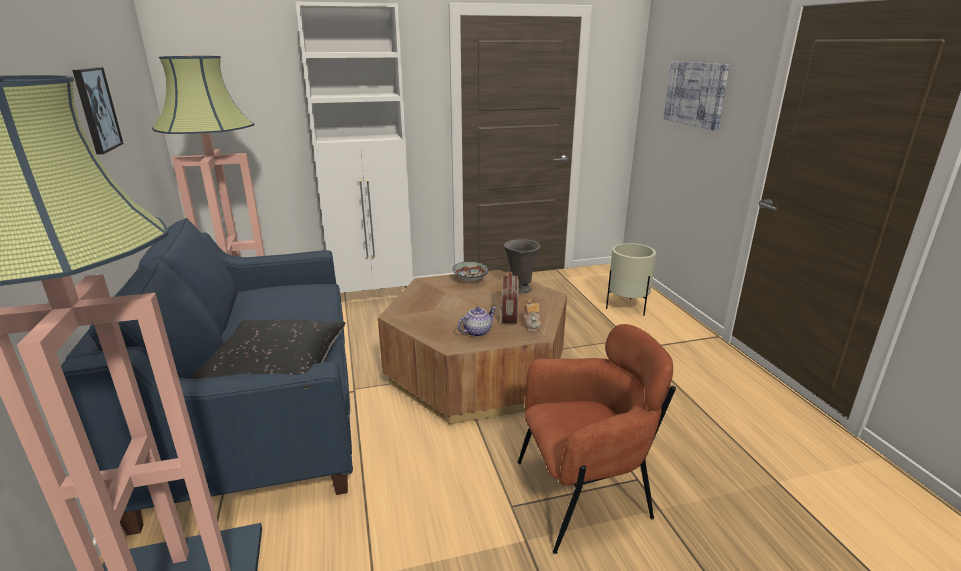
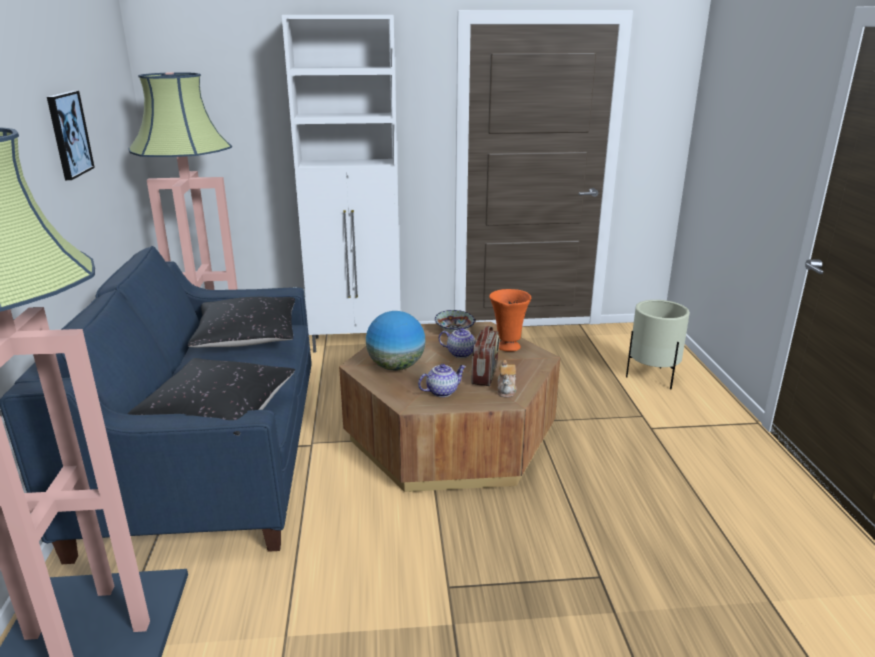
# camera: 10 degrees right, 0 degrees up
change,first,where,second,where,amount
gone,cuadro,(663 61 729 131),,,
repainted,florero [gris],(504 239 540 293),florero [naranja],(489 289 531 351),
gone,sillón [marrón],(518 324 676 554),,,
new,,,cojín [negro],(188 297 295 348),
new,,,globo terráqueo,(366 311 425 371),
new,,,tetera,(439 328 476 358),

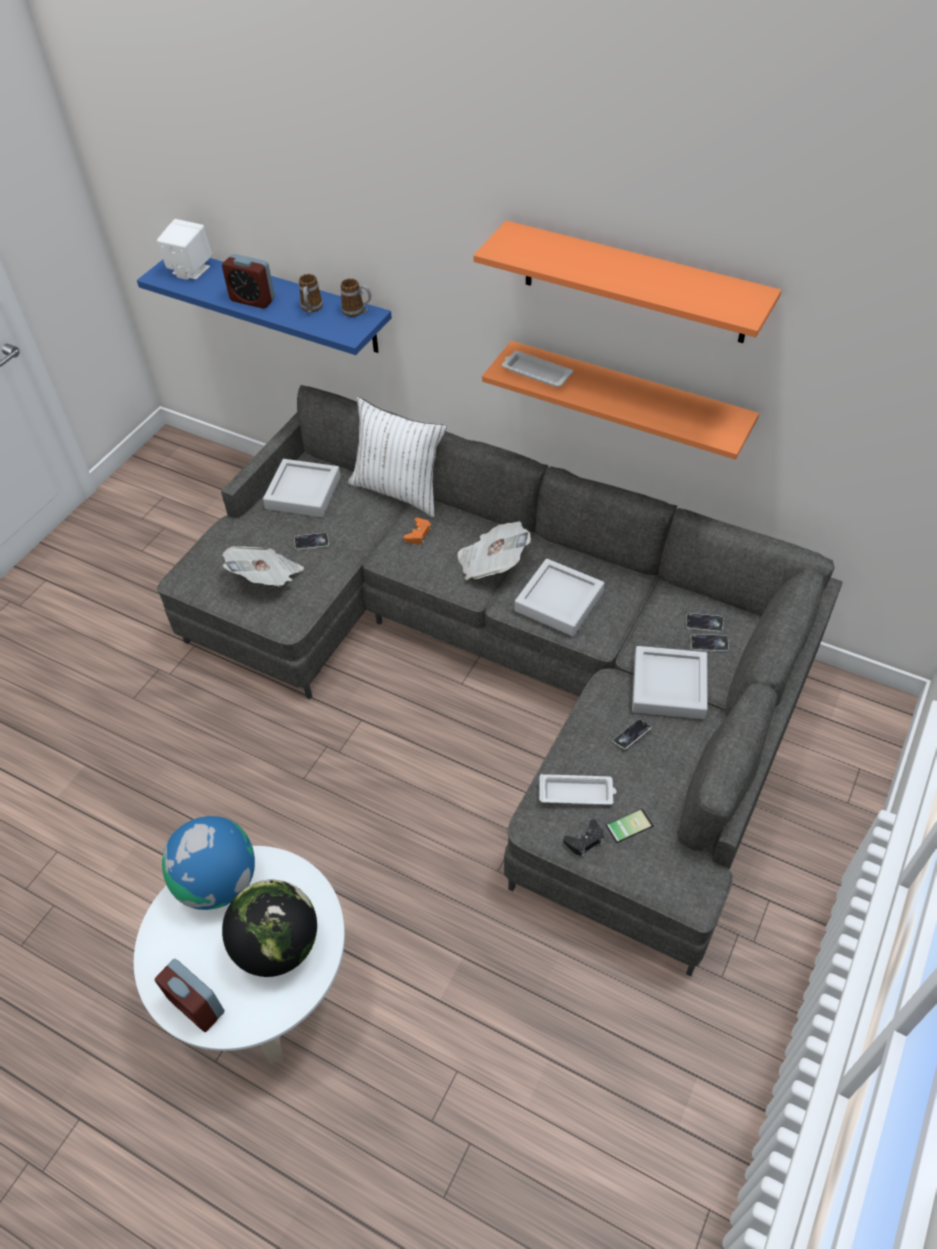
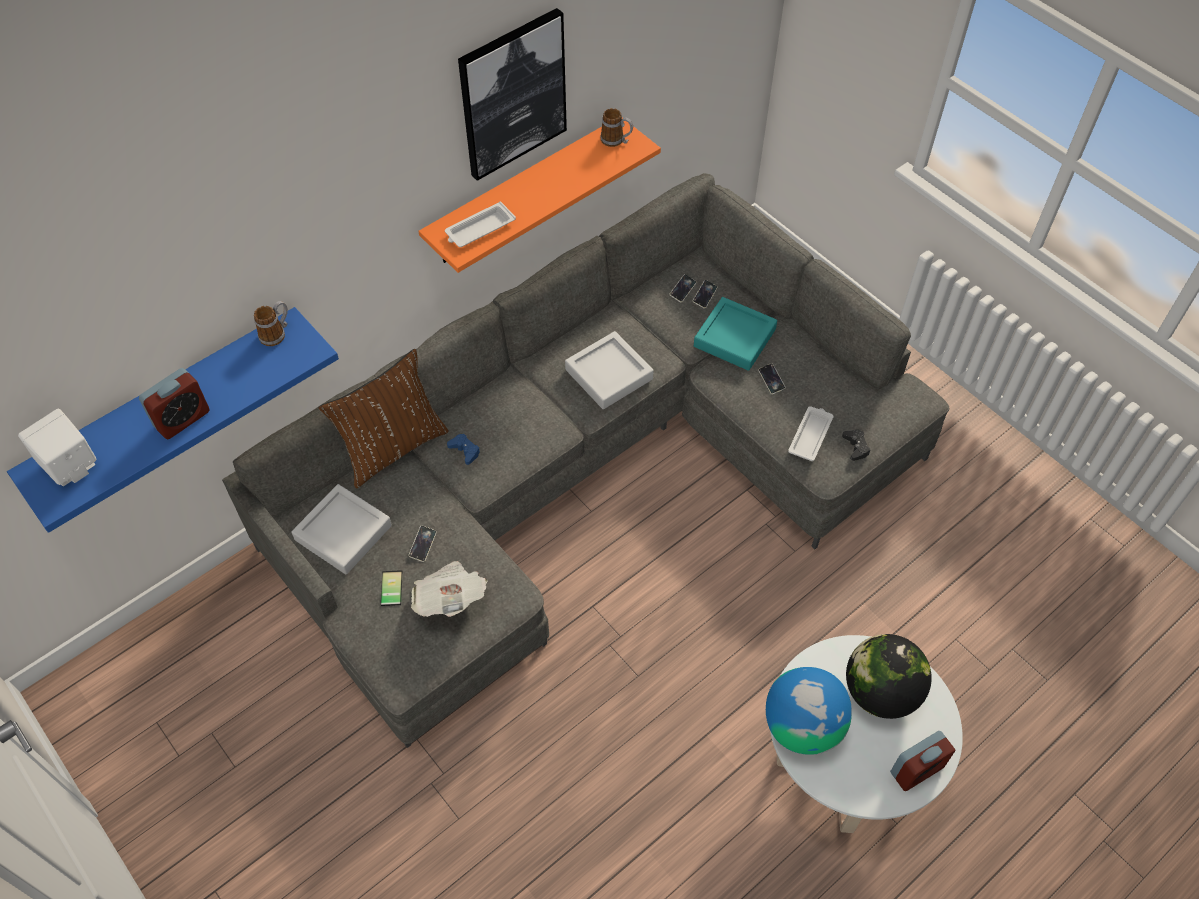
# camera: 70 degrees left, 5 degrees up
change,first,where,second,where,amount
swapped,estante [naranja],(473 221 782 343),cuadro,(458 8 567 181),
shifted,taza grande,(299 274 323 313),,(600 108 633 147),
repainted,cojín [blanco],(348 397 447 517),cojín [marrón],(319 349 449 489),
repainted,mando de consola [naranja],(404 517 432 544),mando de consola [azul],(447 434 480 465),
gone,periódico,(457 521 531 580),,,
repainted,bandeja [gris],(632 646 708 719),bandeja [turquesa],(694 297 777 371),
shifted,móvil,(606 809 653 843),,(381 570 402 606),

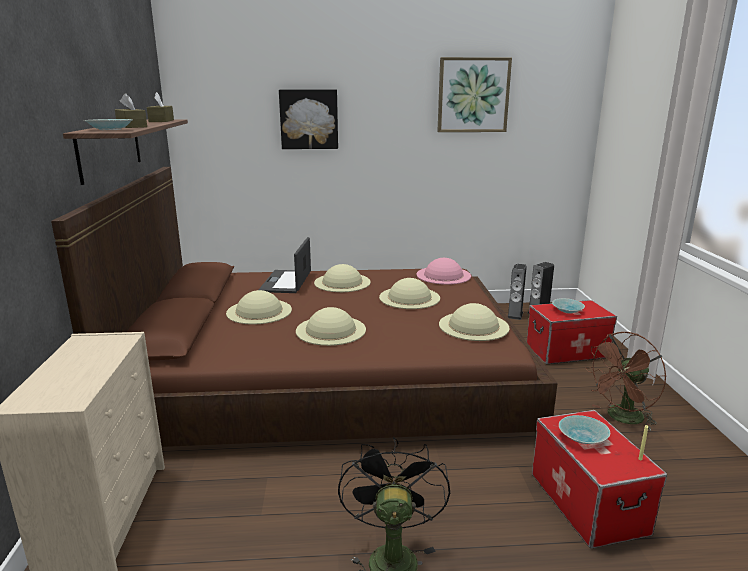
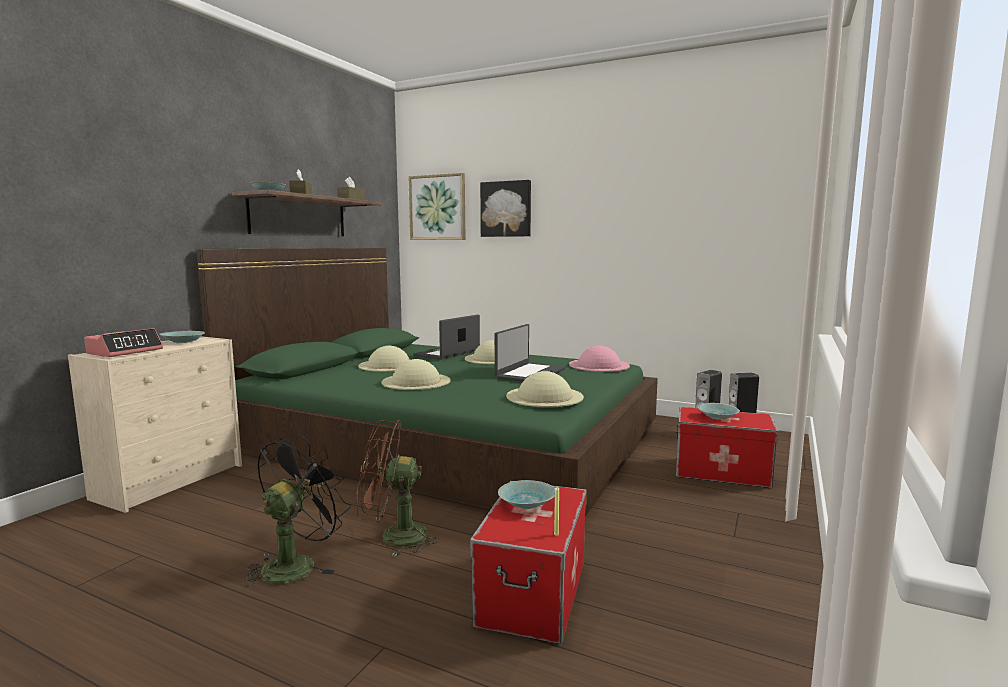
# camera: 30 degrees right, 10 degrees down
change,first,where,second,where,amount
shifted,cuadro,(437 57 512 132),,(409 173 465 240),
repainted,cama [marrón],(51 167 558 447),cama [verde],(196 248 658 516),
swapped,sombrero [beis],(379 278 440 309),portátil,(495 324 565 382),
shifted,ventilador [marrón],(586 332 666 431),,(357 420 440 557),
new,,,despertador,(84 328 163 357),
new,,,cuenco [turquesa],(159 331 205 343),

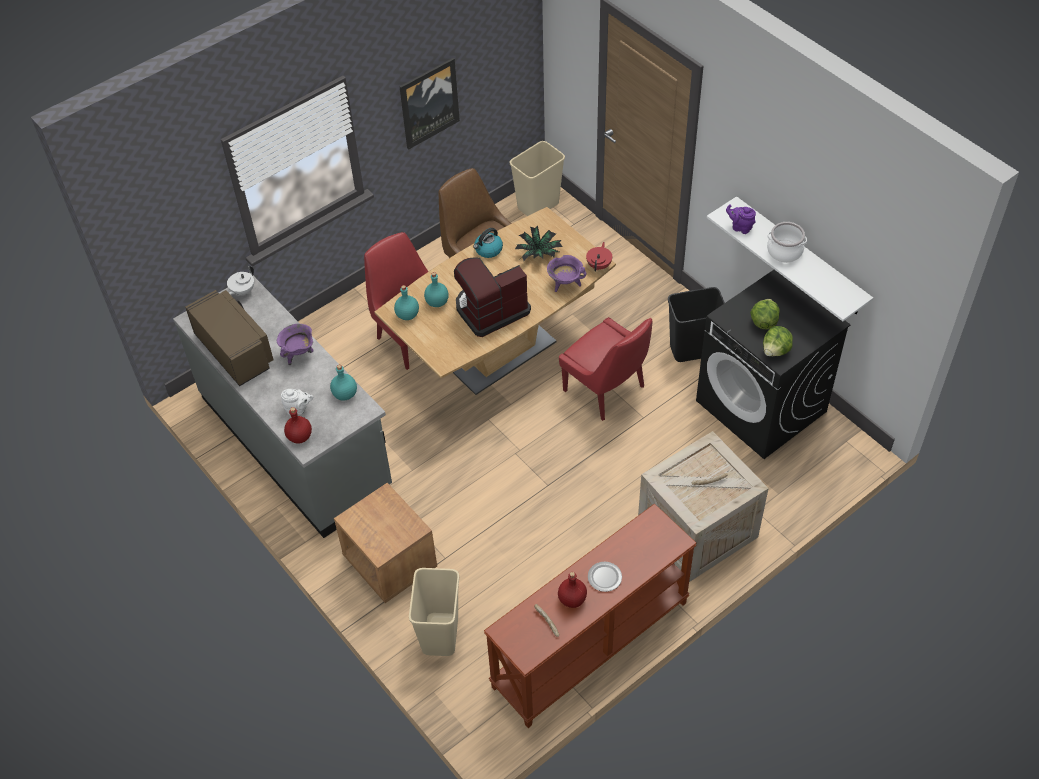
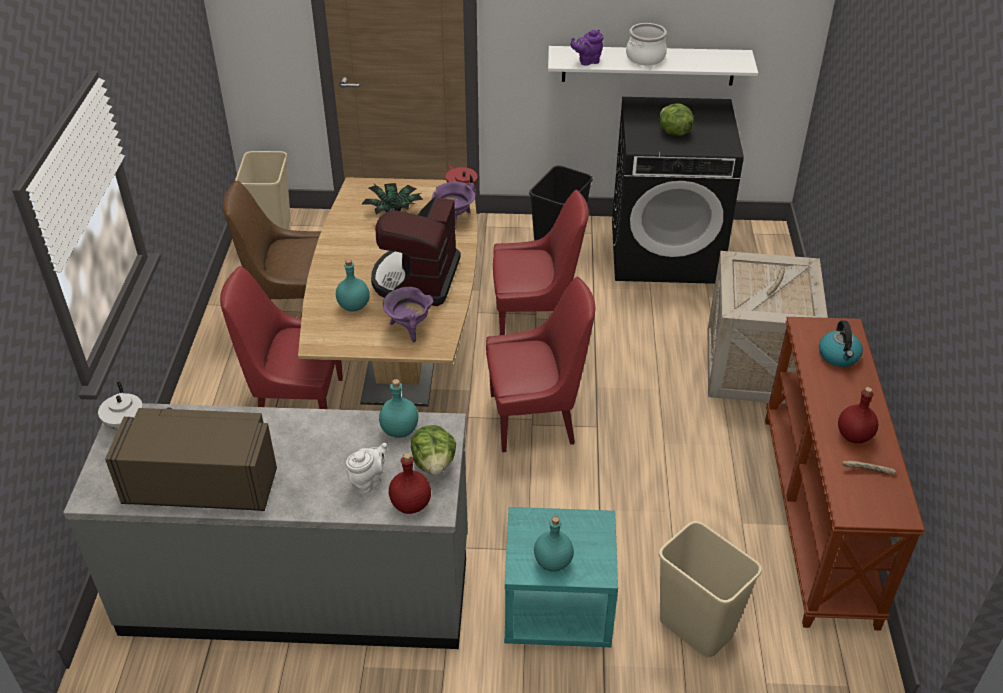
# camera: 50 degrees left, 10 degrees down
change,first,where,second,where,amount
gone,cuadro,(399 58 460 150),,,
shifted,hervidor,(473 228 503 258),,(819 321 863 367),
shifted,botella [turquesa],(394 285 419 320),,(534 516 574 572),
shifted,olla [morado],(277 324 314 365),,(383 287 433 342),
shifted,lechuga,(763 326 793 356),,(411 425 456 475),
repainted,mesita de noche [marrón],(334 483 437 603),mesita de noche [turquesa],(504 507 618 647),
gone,plato,(588 562 622 592),,,
new,,,silla [rojo],(486 277 595 452),

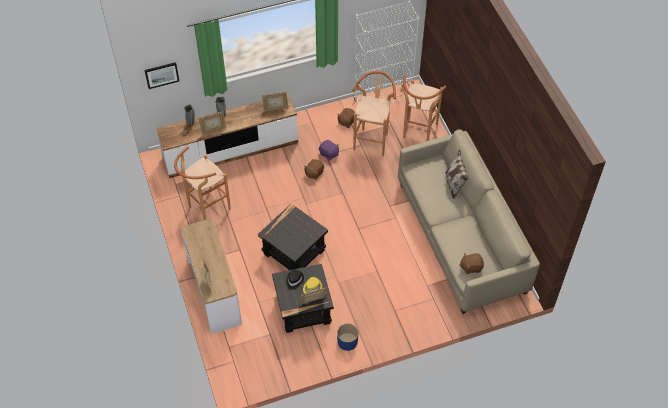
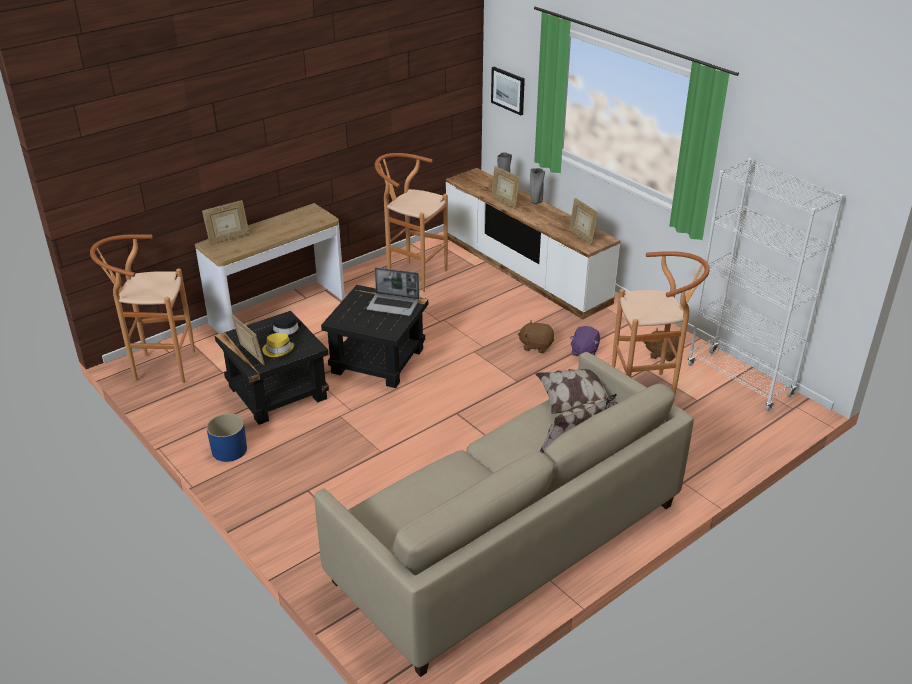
# camera: 70 degrees right, 20 degrees down
change,first,where,second,where,amount
shifted,taburete [marrón],(403 76 446 141),,(90 234 195 383),
gone,peluche [marrón],(459 253 484 274),,,
new,,,portátil,(366 267 419 316),
new,,,cojín,(535 369 618 414),

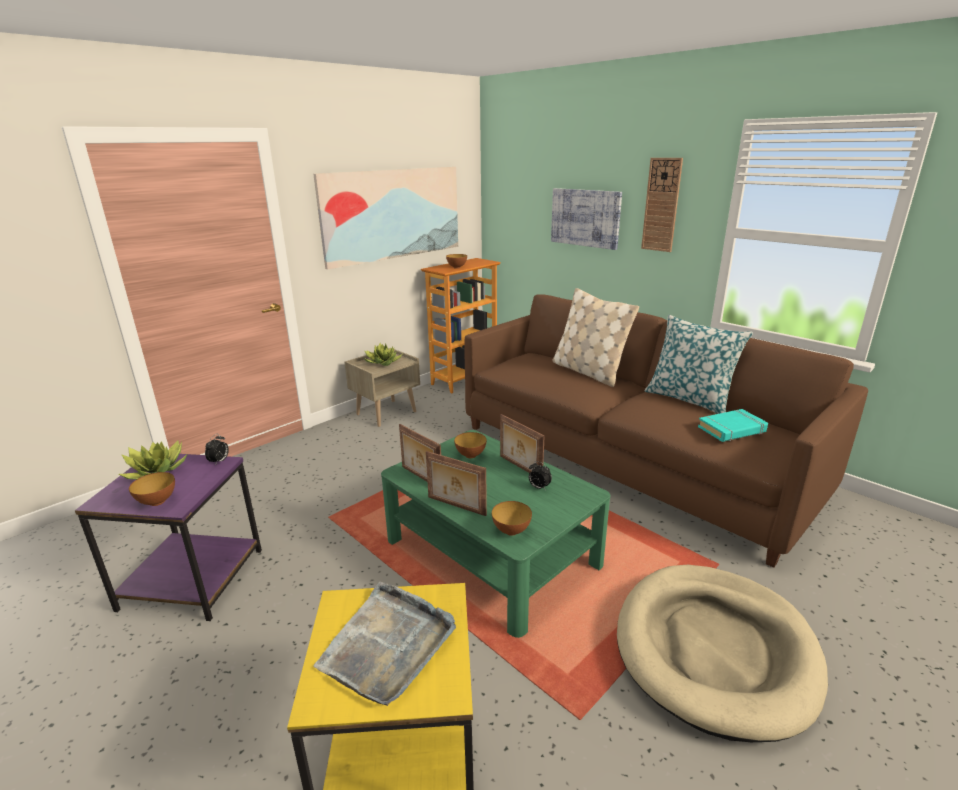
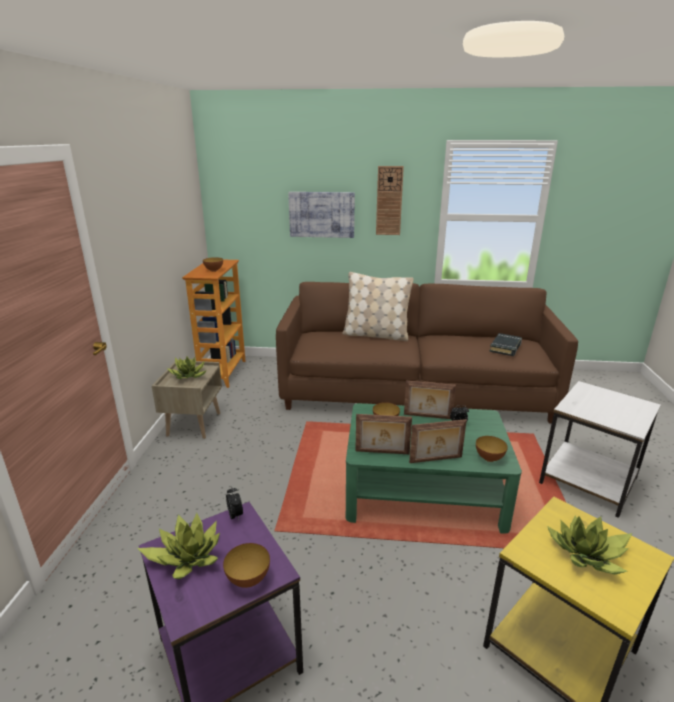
# camera: 40 degrees left, 0 degrees up
change,first,where,second,where,amount
gone,cuadro,(313 167 458 269),,,
gone,cojín,(645 315 753 414),,,
repainted,libro [turquesa],(698 409 768 442),libro [negro],(489 333 522 356),
swapped,cama para perro [beis],(617 565 828 742),mesa auxiliar [blanco],(539 381 661 518),
swapped,bandeja [gris],(313 582 456 706),planta en maceta,(547 516 632 574),

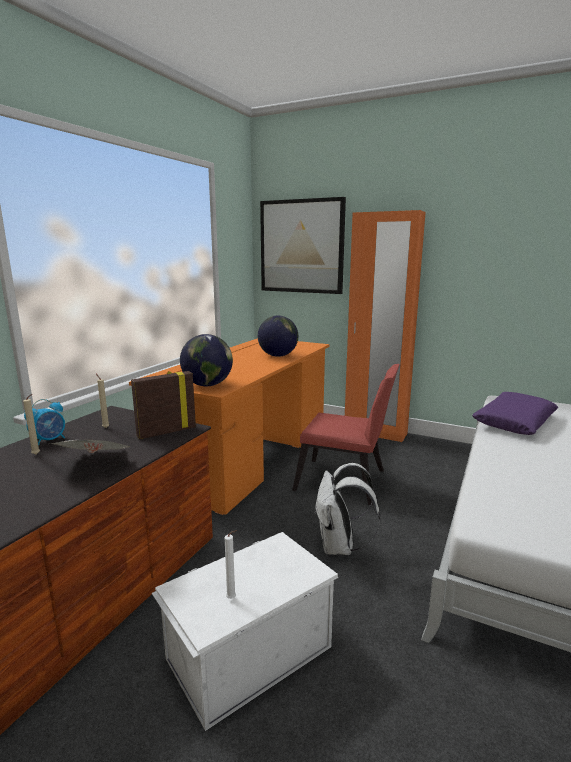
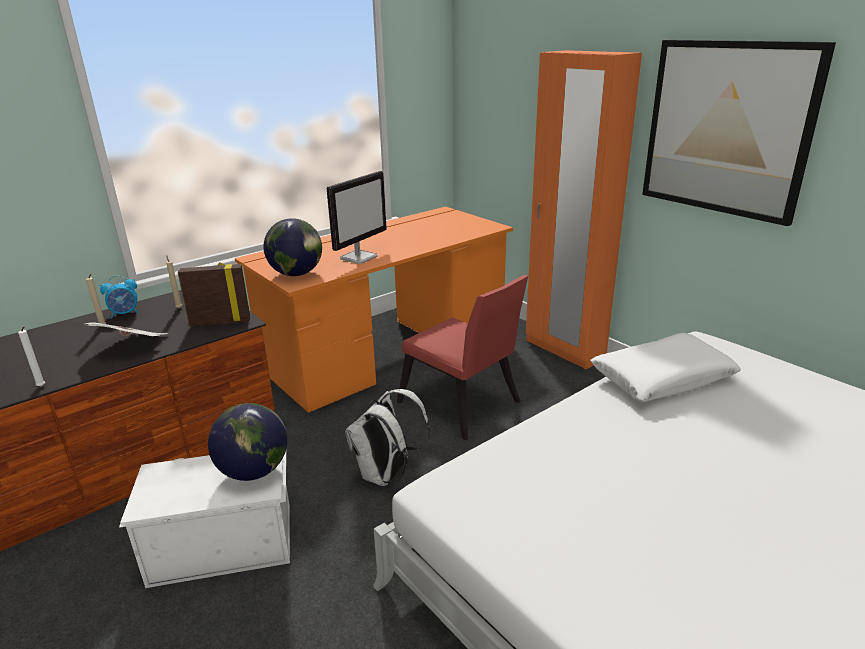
# camera: 25 degrees right, 10 degrees up
change,first,where,second,where,amount
shifted,cuadro,(260 197 346 294),,(642 40 836 226),
shifted,globo terráqueo,(258 315 298 357),,(208 403 287 481),
repainted,cojín [morado],(472 392 558 435),cojín [blanco],(591 333 741 402),
shifted,vela [blanco],(225 530 237 599),,(18 327 45 387),
new,,,monitor,(327 171 387 264),

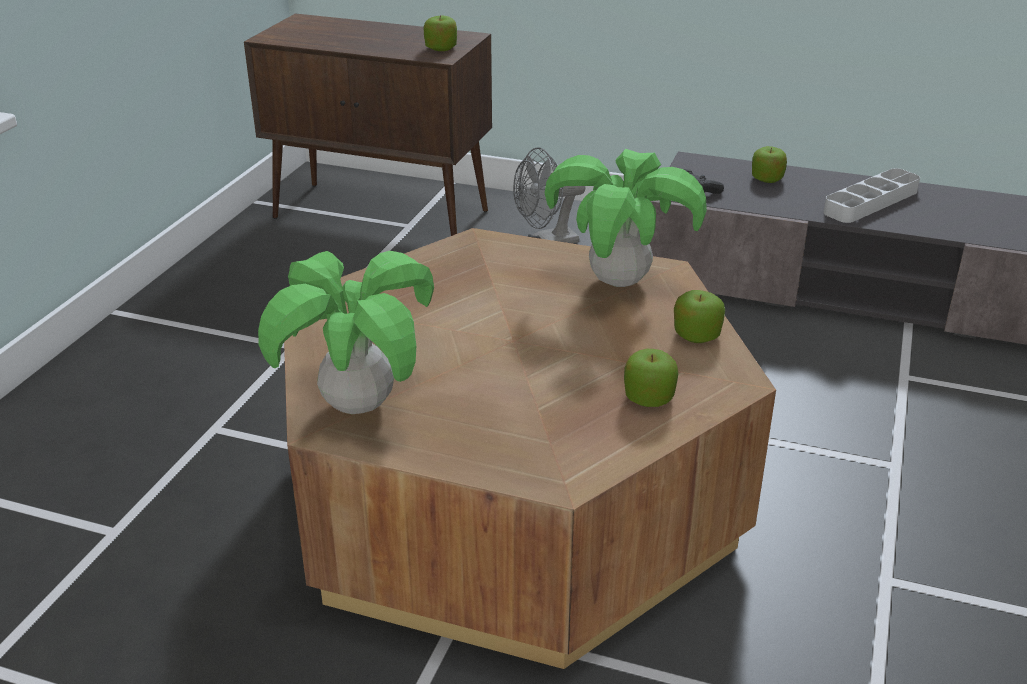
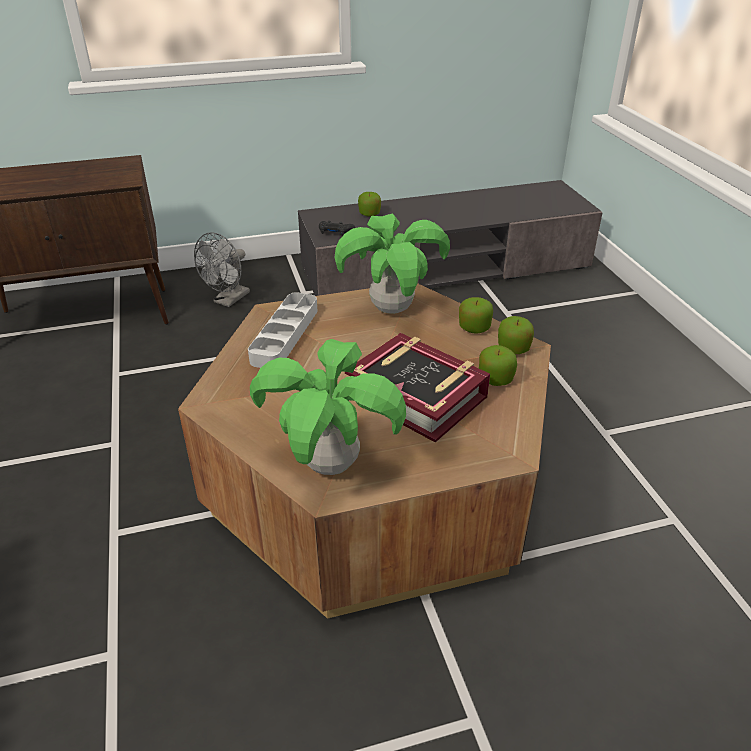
# camera: 35 degrees left, 5 degrees up
change,first,where,second,where,amount
shifted,manzana,(424 15 457 51),,(498 316 534 354),
shifted,bandeja [gris],(823 168 920 223),,(248 292 317 368),
new,,,libro,(345 333 490 443),

